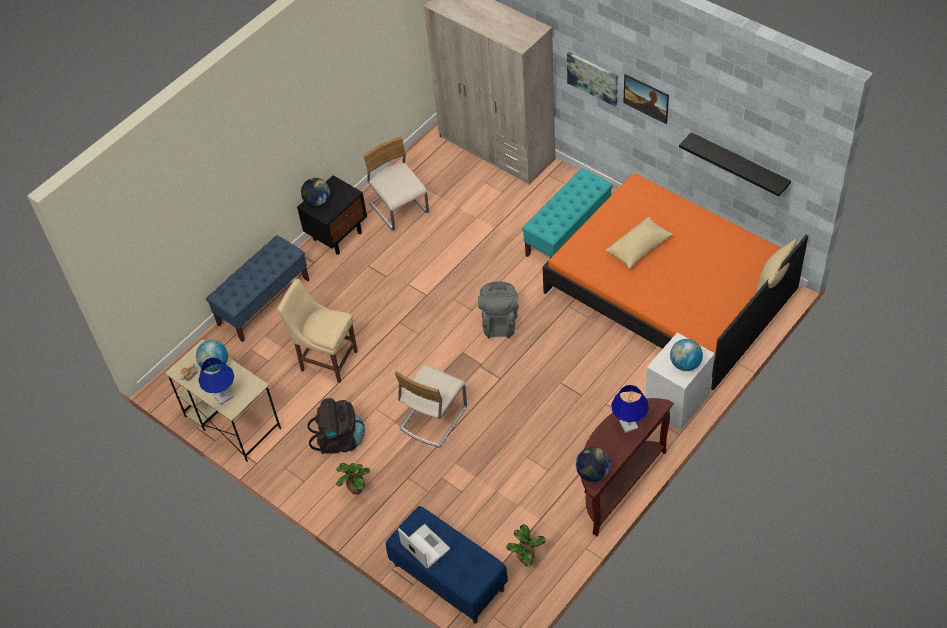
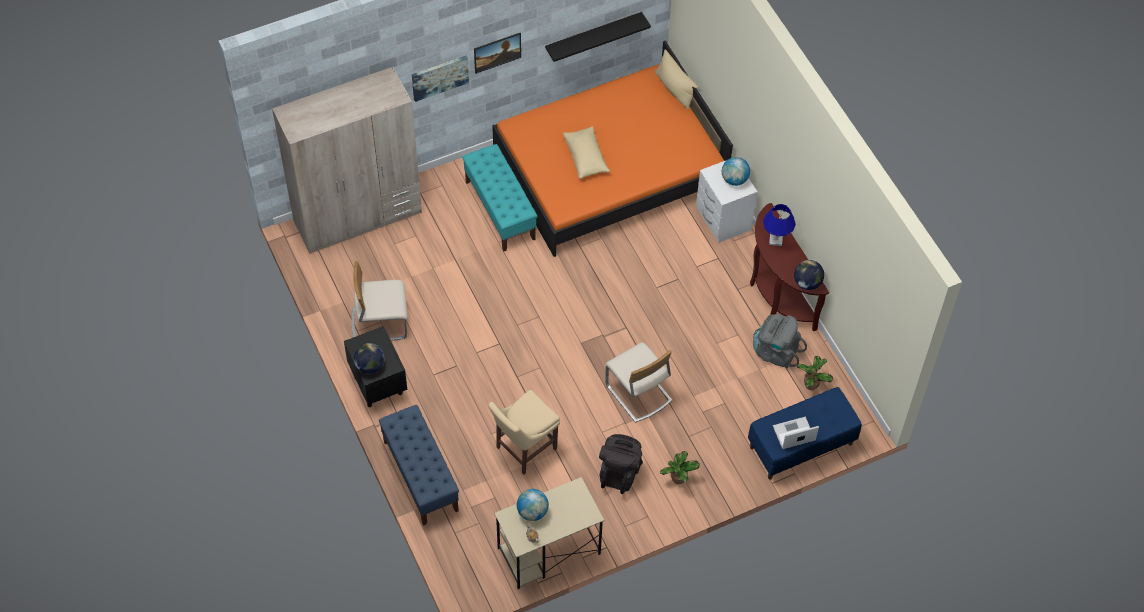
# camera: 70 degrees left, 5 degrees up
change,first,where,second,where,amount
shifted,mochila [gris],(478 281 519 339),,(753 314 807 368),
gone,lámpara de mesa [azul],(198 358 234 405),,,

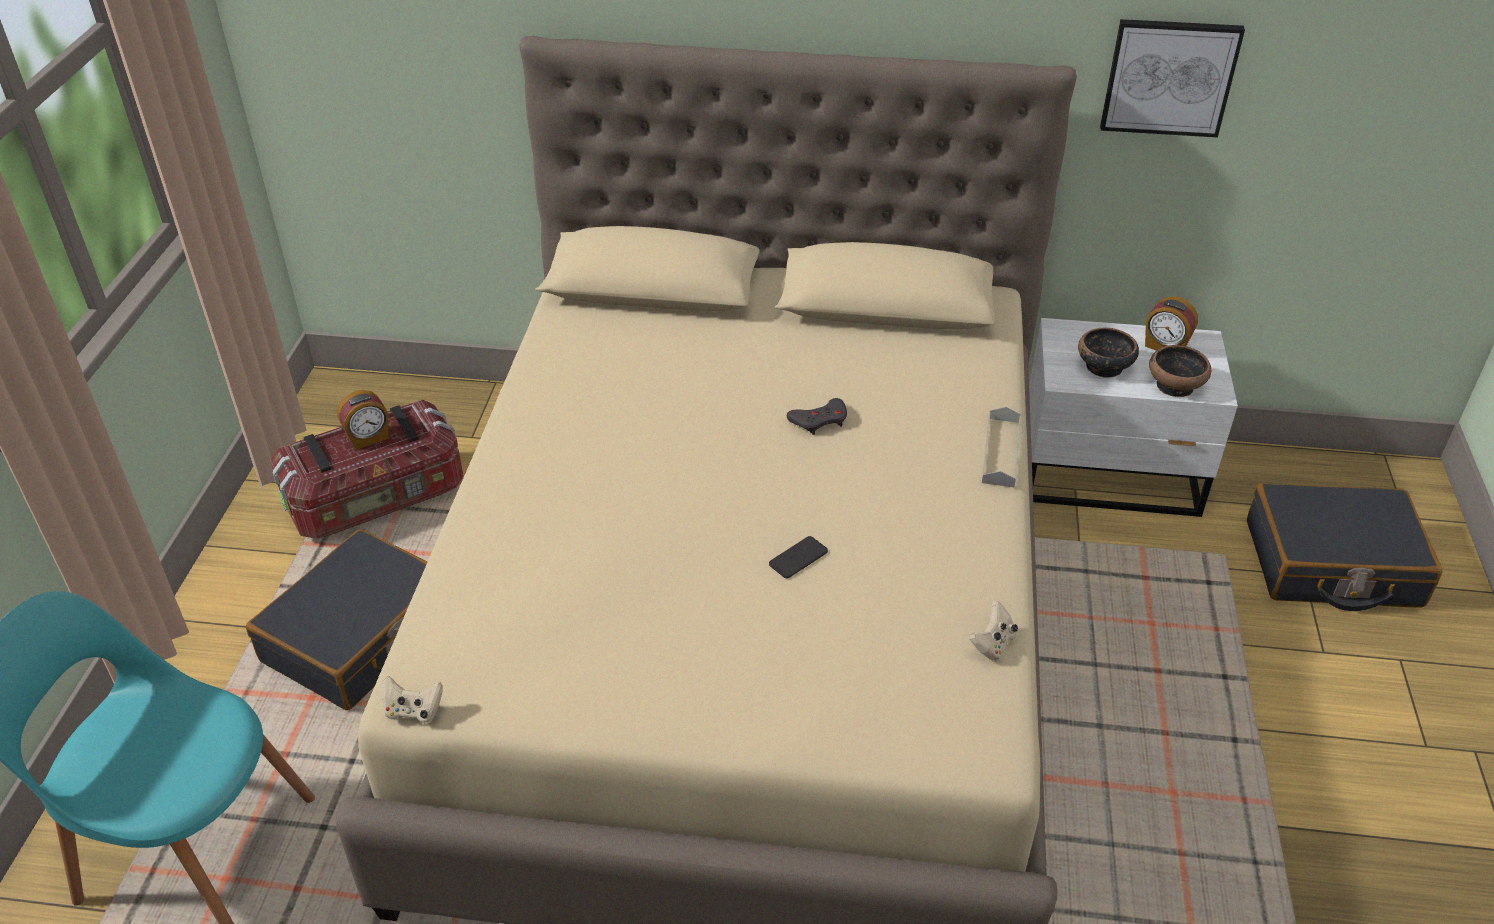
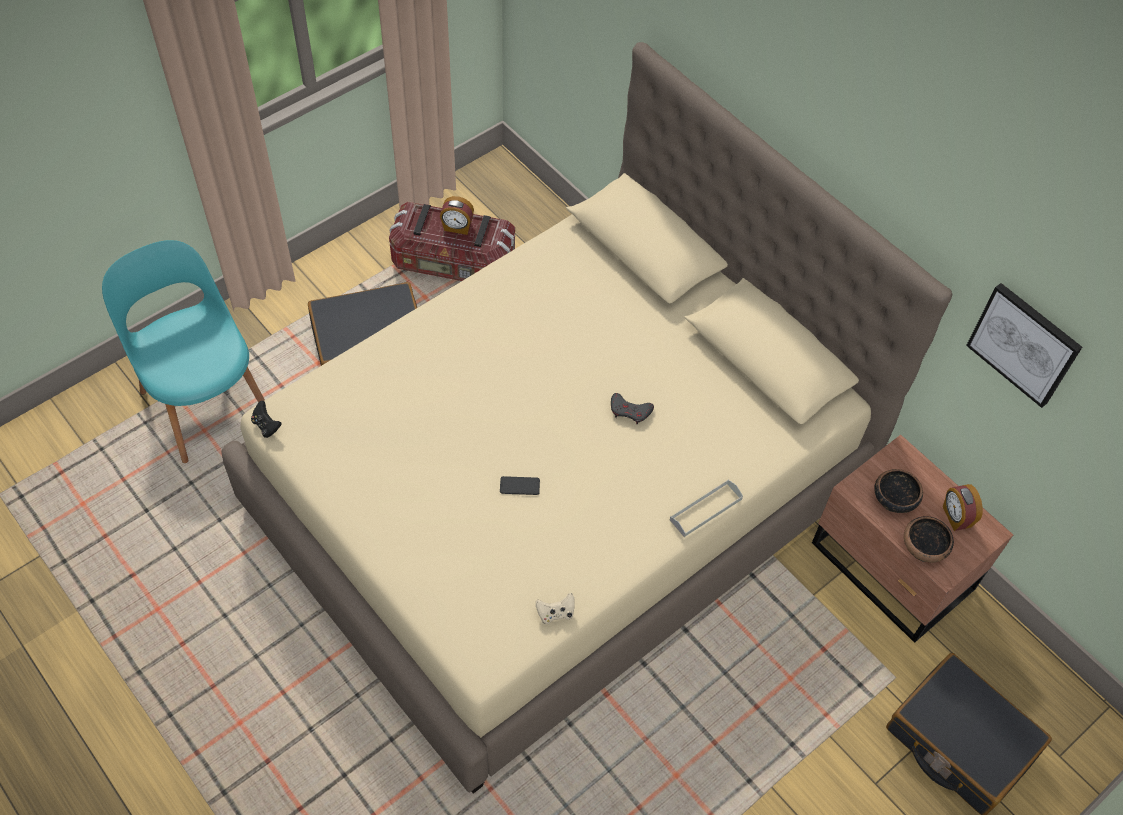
# camera: 40 degrees right, 15 degrees up
change,first,where,second,where,amount
repainted,mesita de noche [blanco],(1029 318 1238 517),mesita de noche [marrón],(812 435 1013 643),
repainted,mando de consola [beis],(382 676 443 724),mando de consola [negro],(251 401 282 438),

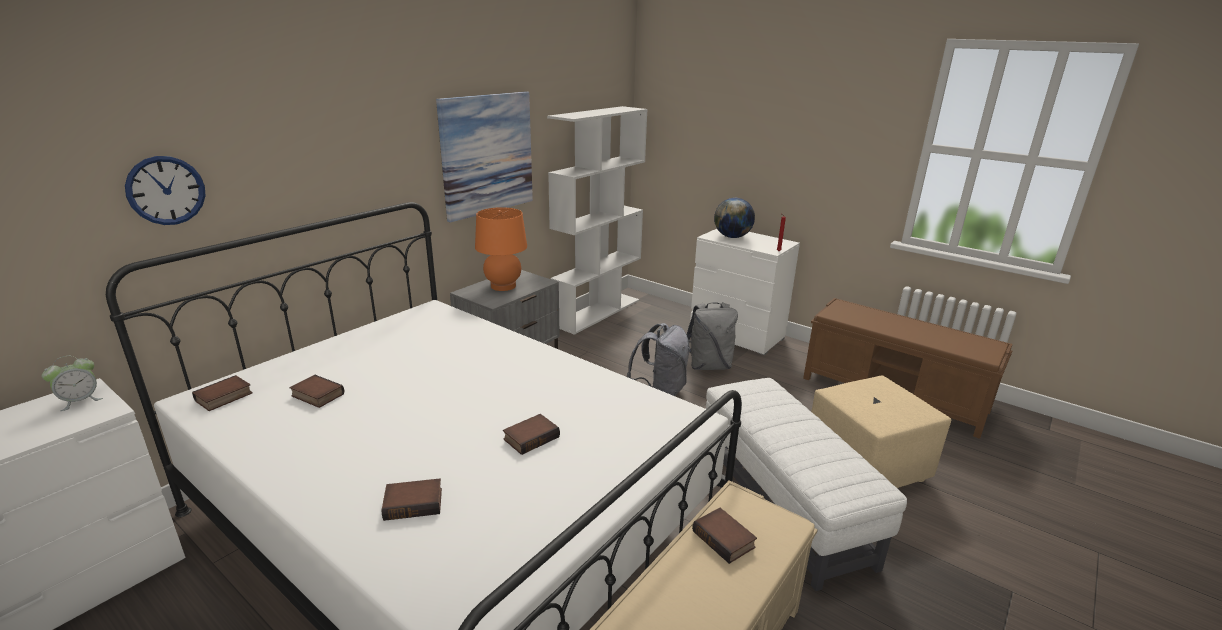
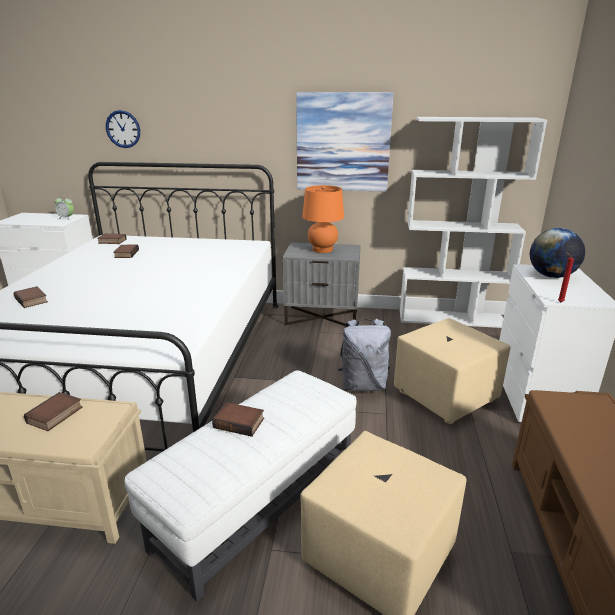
# camera: 60 degrees right, 0 degrees up
change,first,where,second,where,amount
swapped,mochila [gris],(687 302 738 370),puf [beis],(394 318 511 424),
shifted,libro,(503 414 560 455),,(212 402 264 437),

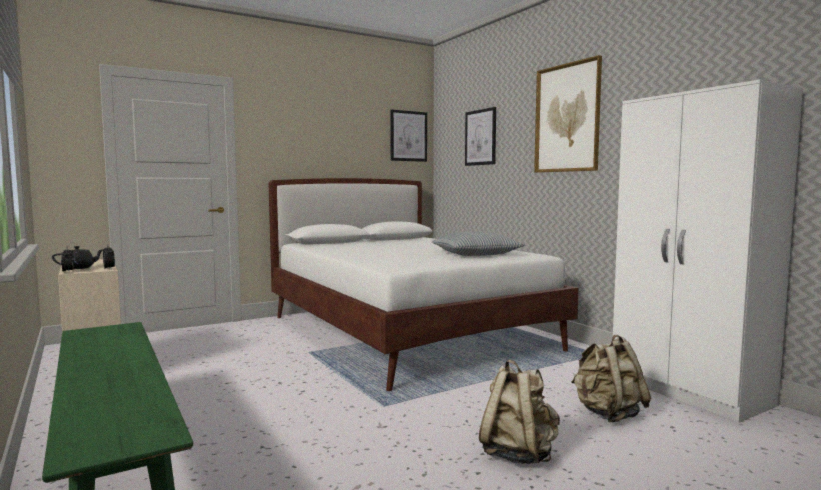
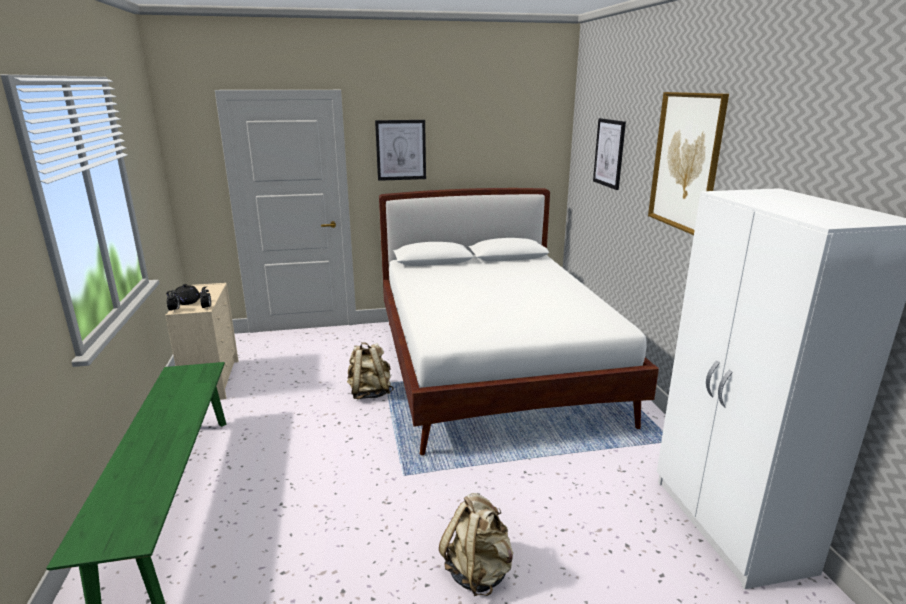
# camera: 20 degrees right, 15 degrees up
change,first,where,second,where,amount
shifted,cuadro,(390 109 427 162),,(375 120 426 181),
gone,cojín,(432 231 524 256),,,
shifted,mochila [beis],(571 335 651 422),,(347 342 393 399),

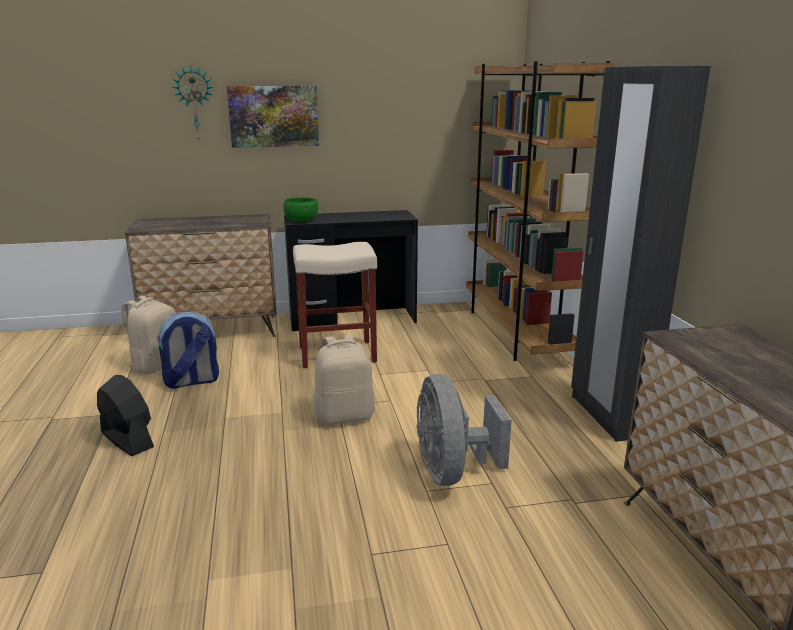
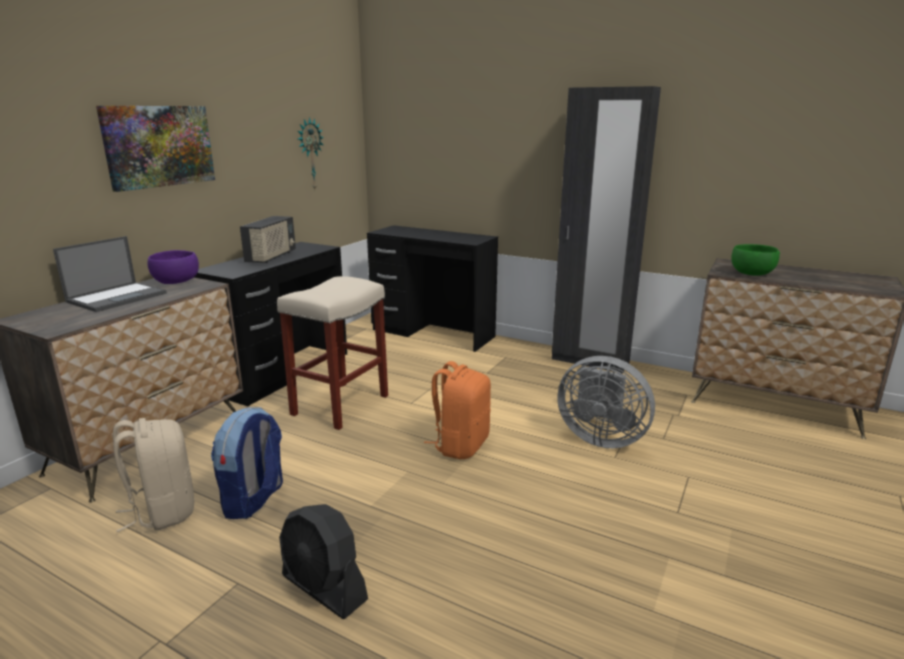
# camera: 50 degrees left, 0 degrees up
change,first,where,second,where,amount
swapped,estantería [marrón],(466 61 614 361),escritorio [negro],(367 225 498 352),
shifted,reloj de pared,(172 66 213 142),,(298 117 324 189),
shifted,cuenco [verde],(283 197 318 221),,(731 244 780 276),
repainted,mochila [beis],(314 334 375 425),mochila [naranja],(424 361 491 459),
rotated,ventilador [negro],(97 375 154 456),,(279 504 368 619),135 degrees counterclockwise
new,,,radio,(240 216 296 263),
new,,,portátil,(53 236 167 312),
new,,,cuenco [morado],(148 250 199 284),

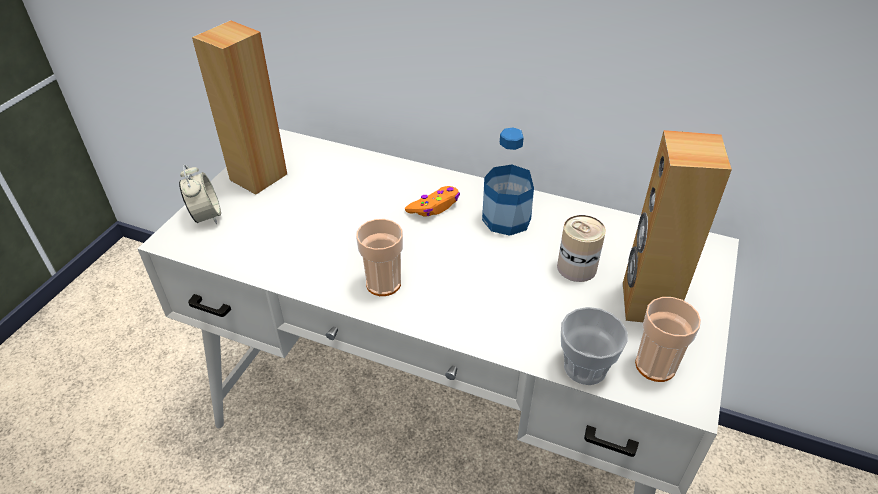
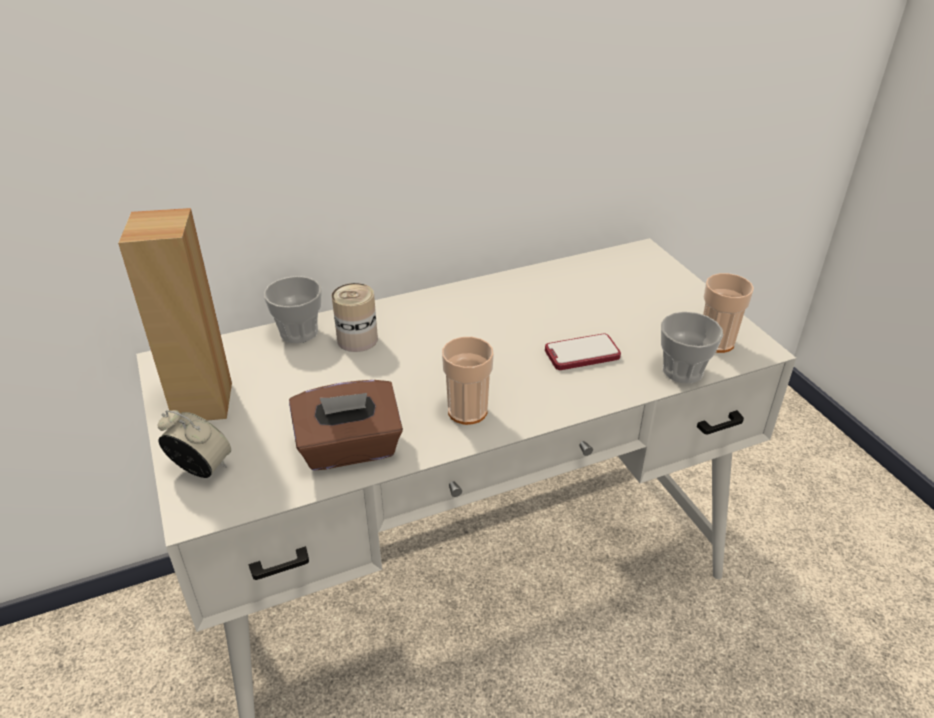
# camera: 45 degrees left, 5 degrees down
change,first,where,second,where,amount
gone,botella,(482 128 534 236),,,
gone,altavoz [marrón],(623 130 732 322),,,
gone,mando de consola [naranja],(405 186 460 217),,,
shifted,lata,(557 215 606 282),,(332 283 378 352),
new,,,taza,(264 276 322 343),
new,,,móvil,(545 334 621 370),
new,,,caja de pañuelos [marrón],(289 380 403 471),

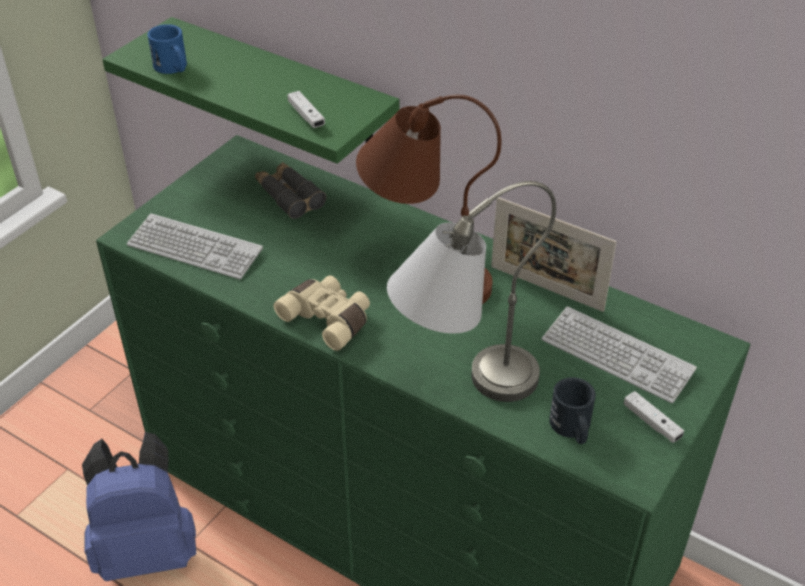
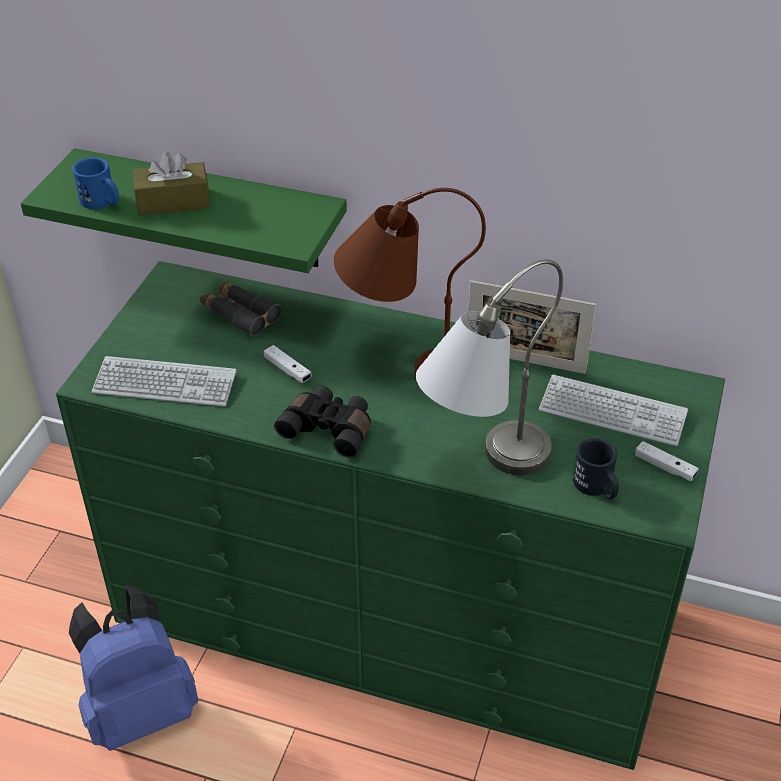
# camera: 15 degrees left, 0 degrees up
change,first,where,second,where,amount
shifted,mando de consola [blanco],(287 91 325 128),,(264 345 312 383),
repainted,prismáticos [beis],(273 276 370 351),prismáticos [negro],(274 386 371 458),
new,,,caja de pañuelos [marrón],(133 151 210 215),

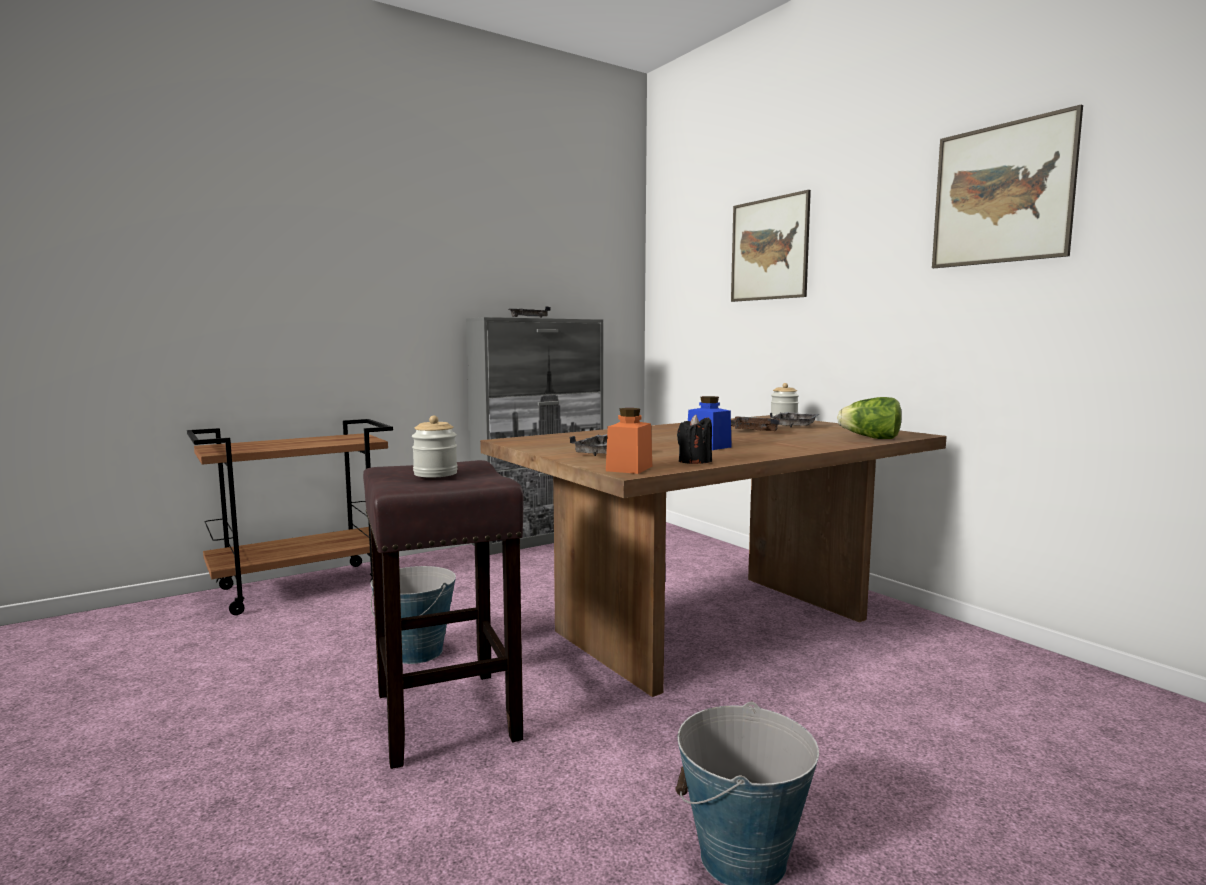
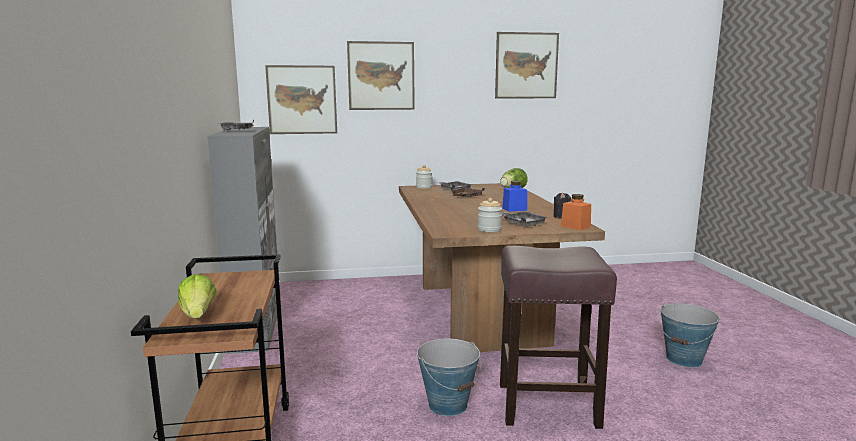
# camera: 65 degrees left, 5 degrees up
change,first,where,second,where,amount
shifted,tarro,(412 416 458 478),,(478 198 502 232),
new,,,cuadro,(265 65 337 134),
new,,,lechuga,(178 274 217 319),

